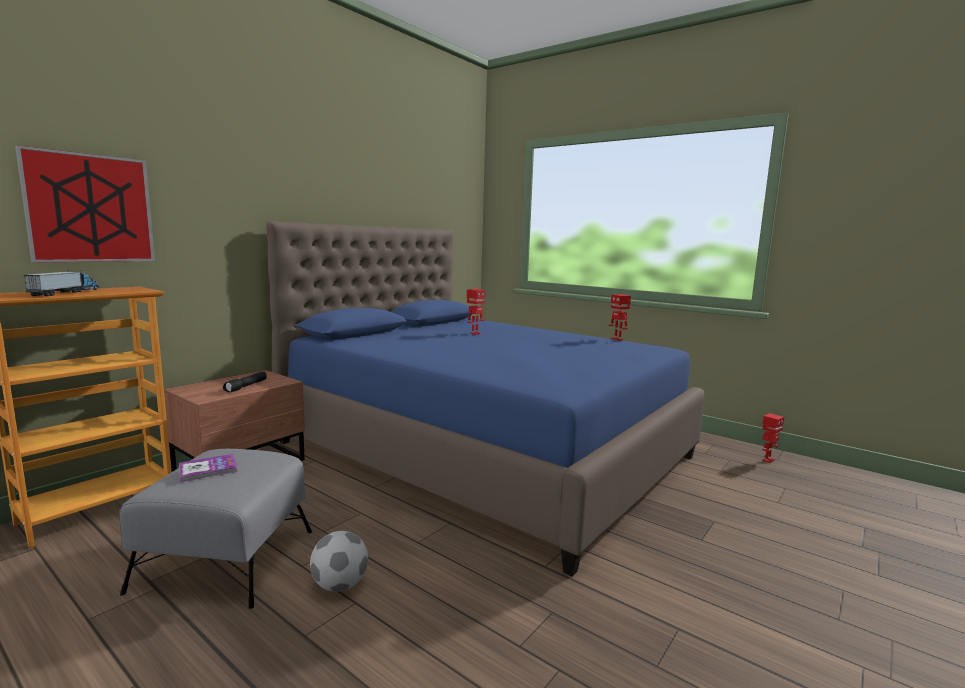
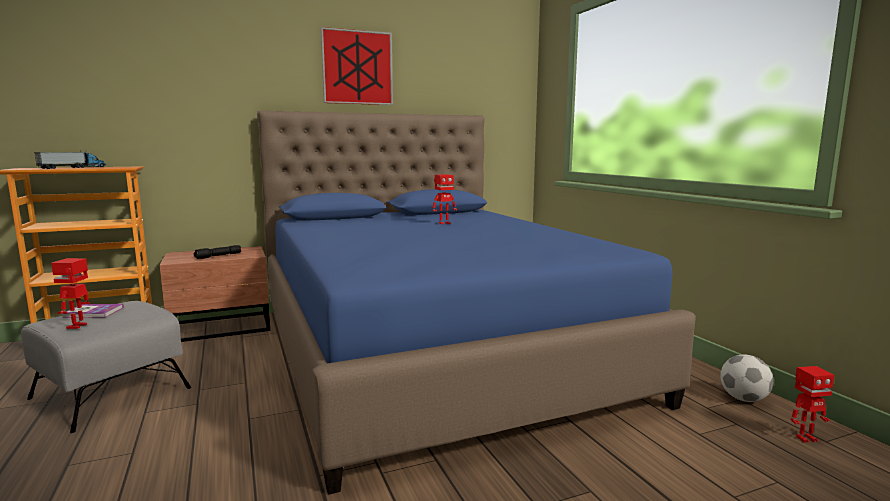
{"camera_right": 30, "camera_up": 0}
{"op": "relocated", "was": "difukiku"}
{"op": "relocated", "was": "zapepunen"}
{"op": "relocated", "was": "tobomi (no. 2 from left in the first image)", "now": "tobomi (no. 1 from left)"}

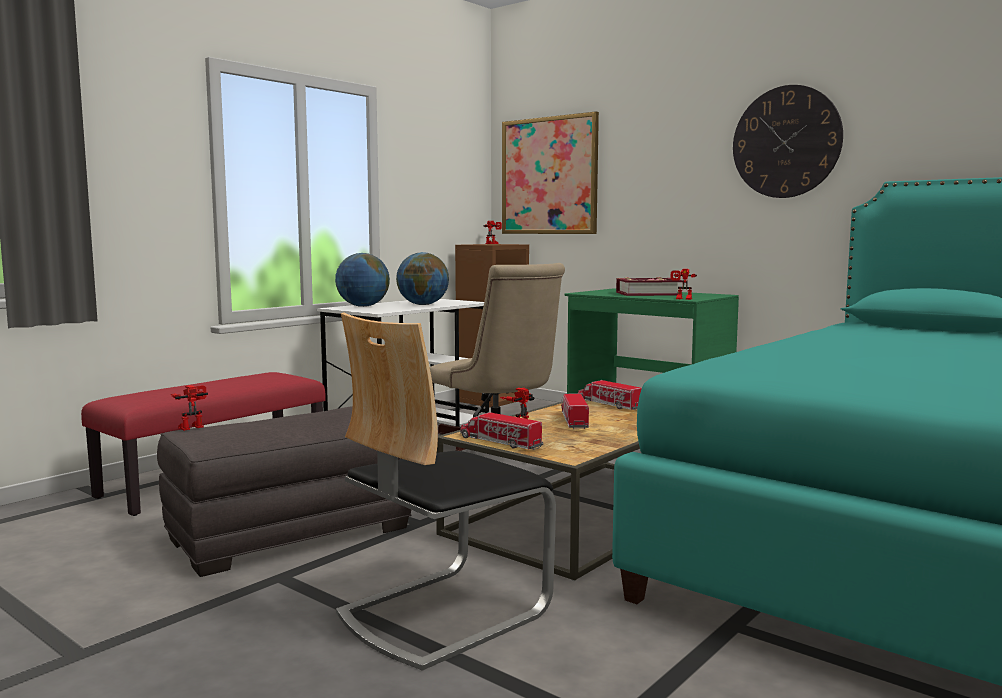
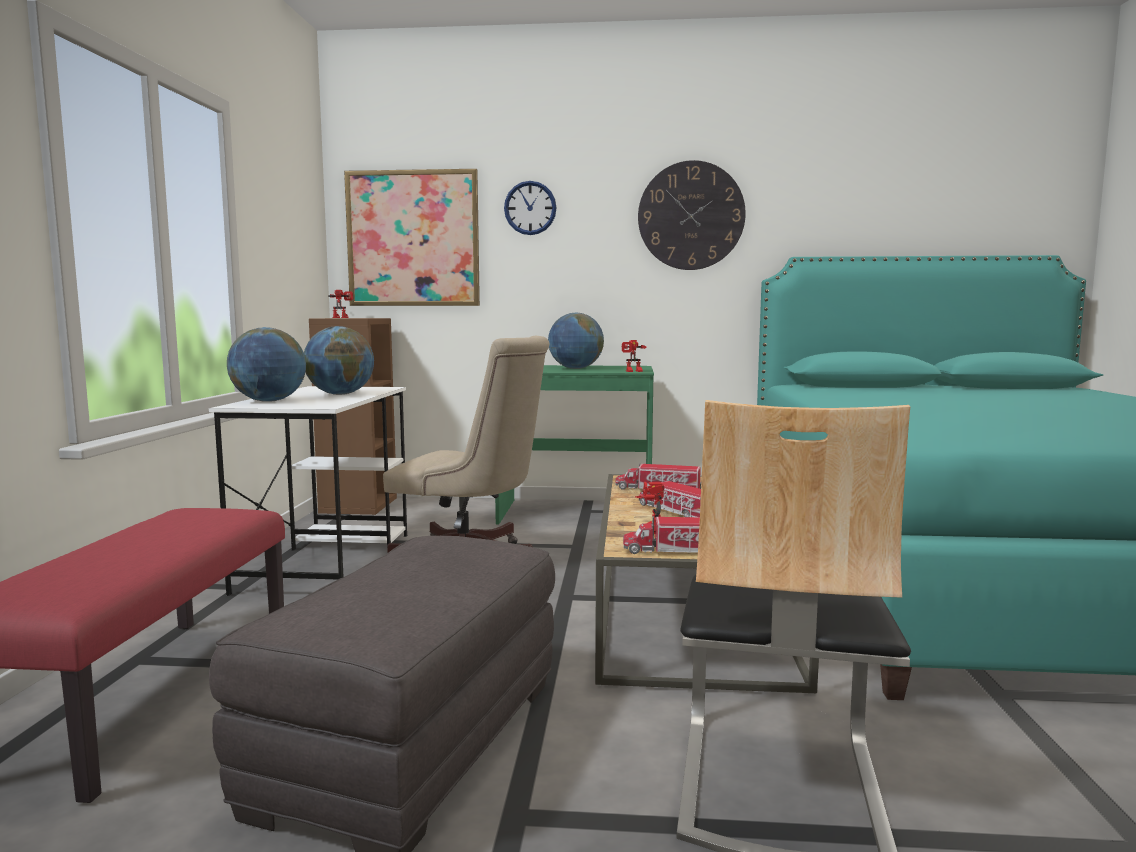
{"camera_right": -35, "camera_up": 0}
{"op": "missing", "was": "tobomi (no. 1 from left)"}
{"op": "exchanged", "was": "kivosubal", "now": "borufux (no. 3 from left)"}
{"op": "appeared", "now": "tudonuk (no. 1 from left)"}

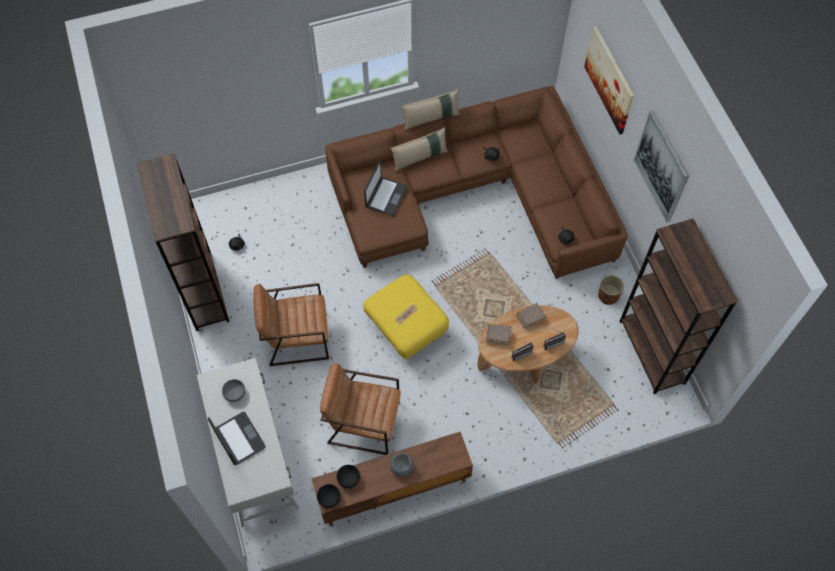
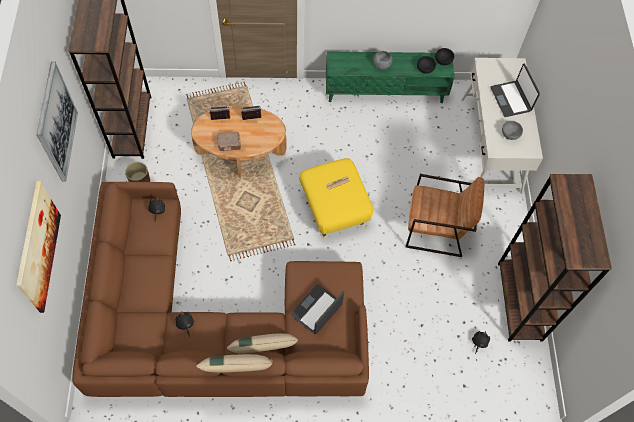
{"camera_right": -165, "camera_up": 0}
{"op": "colour", "was": "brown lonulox", "now": "green lonulox"}
{"op": "missing", "was": "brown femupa (no. 2 from left)"}
{"op": "missing", "was": "brown kivosubal (no. 1 from left)"}

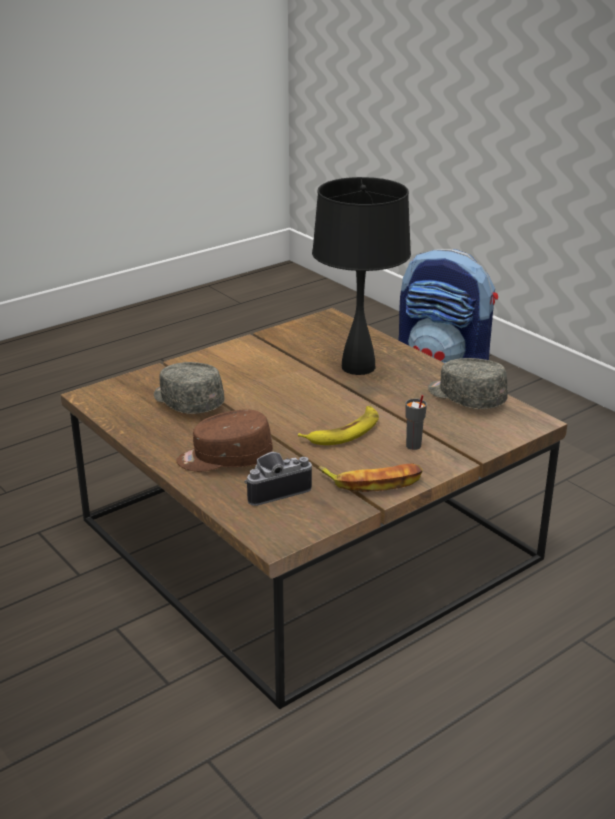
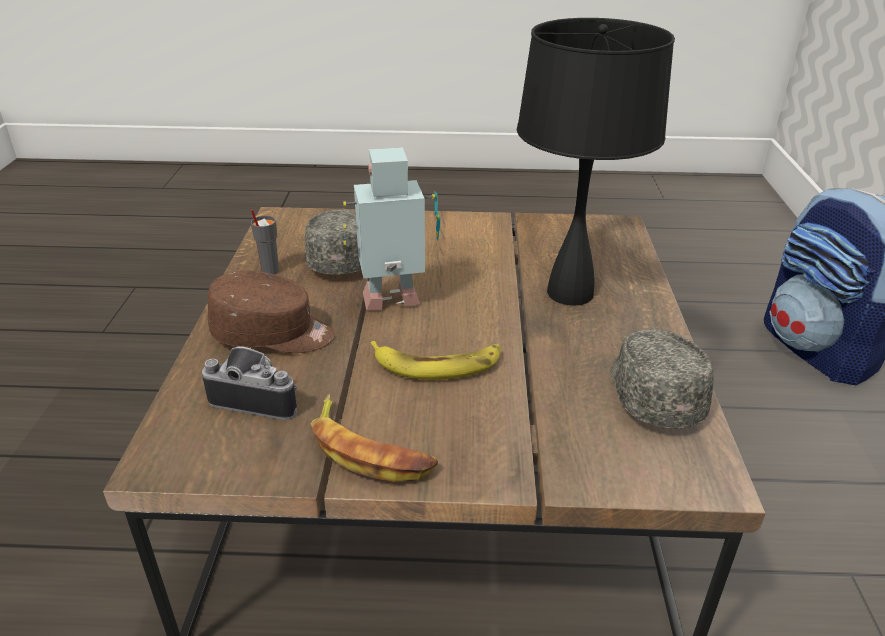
{"camera_right": 40, "camera_up": 5}
{"op": "spun", "was": "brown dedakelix", "clockwise": 150}
{"op": "relocated", "was": "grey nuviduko"}
{"op": "appeared", "now": "tobomi"}

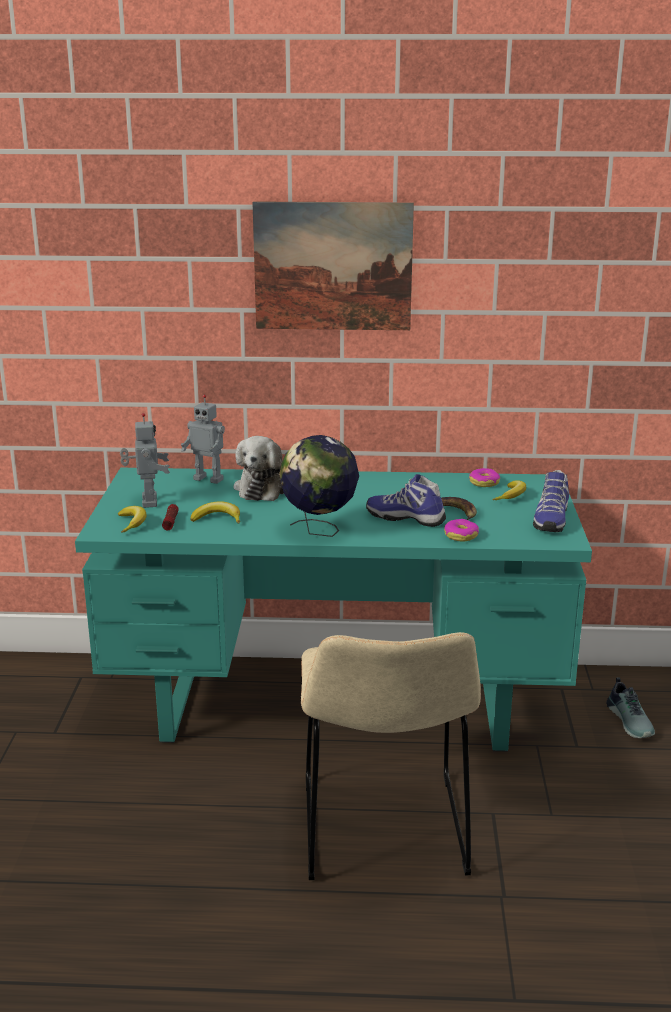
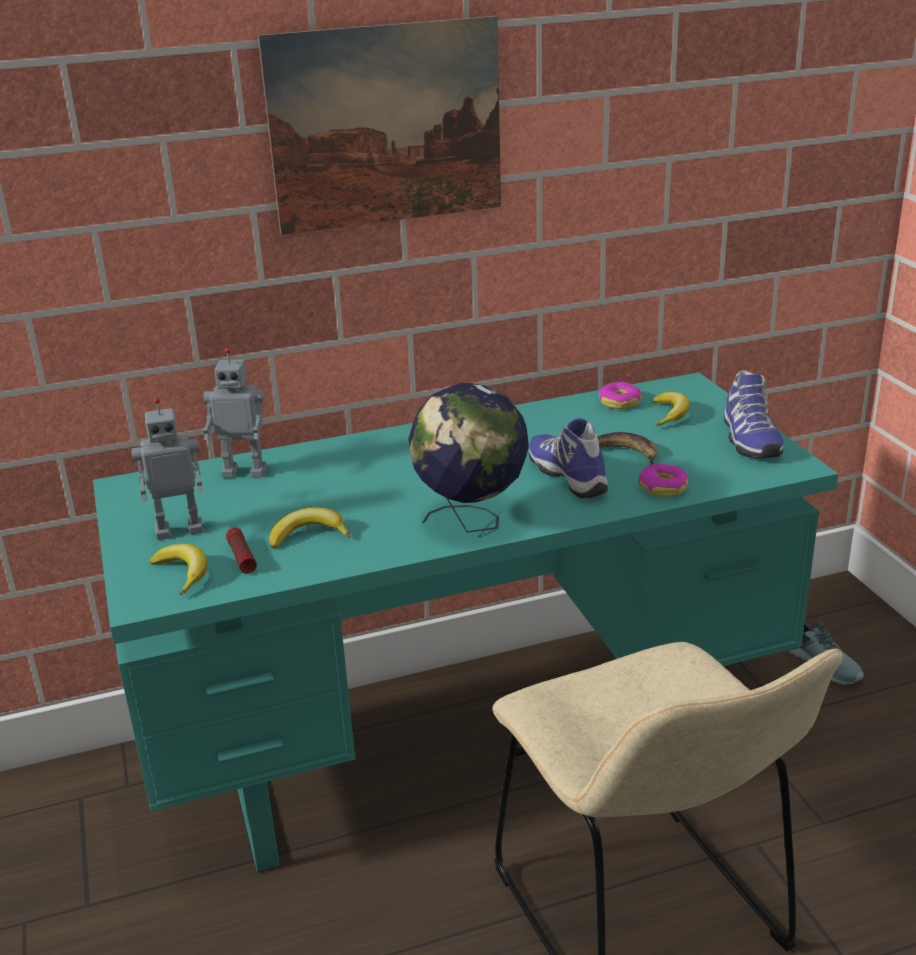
{"camera_right": -20, "camera_up": 5}
{"op": "spun", "was": "tobomi (no. 1 from left)", "clockwise": 105}
{"op": "missing", "was": "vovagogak"}
{"op": "spun", "was": "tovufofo (no. 1 from left)", "clockwise": 60}

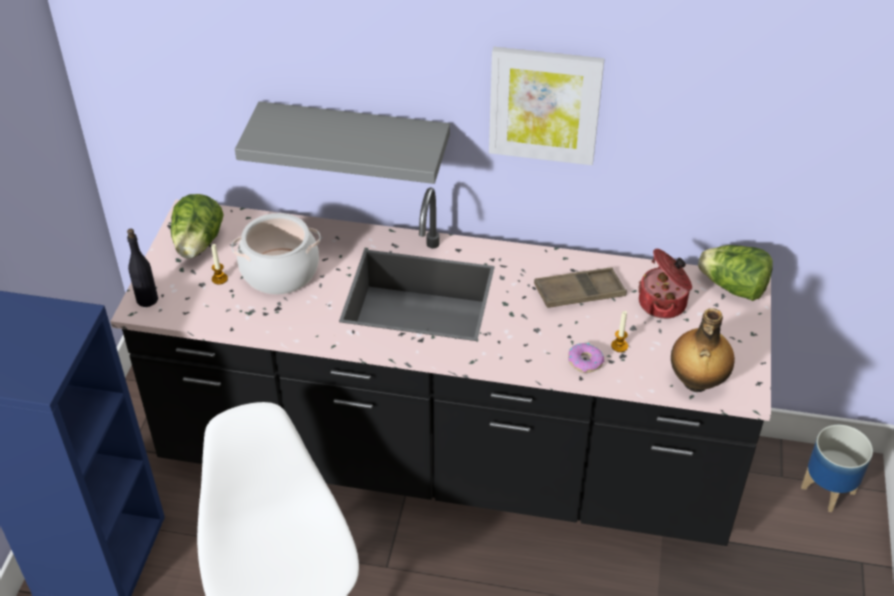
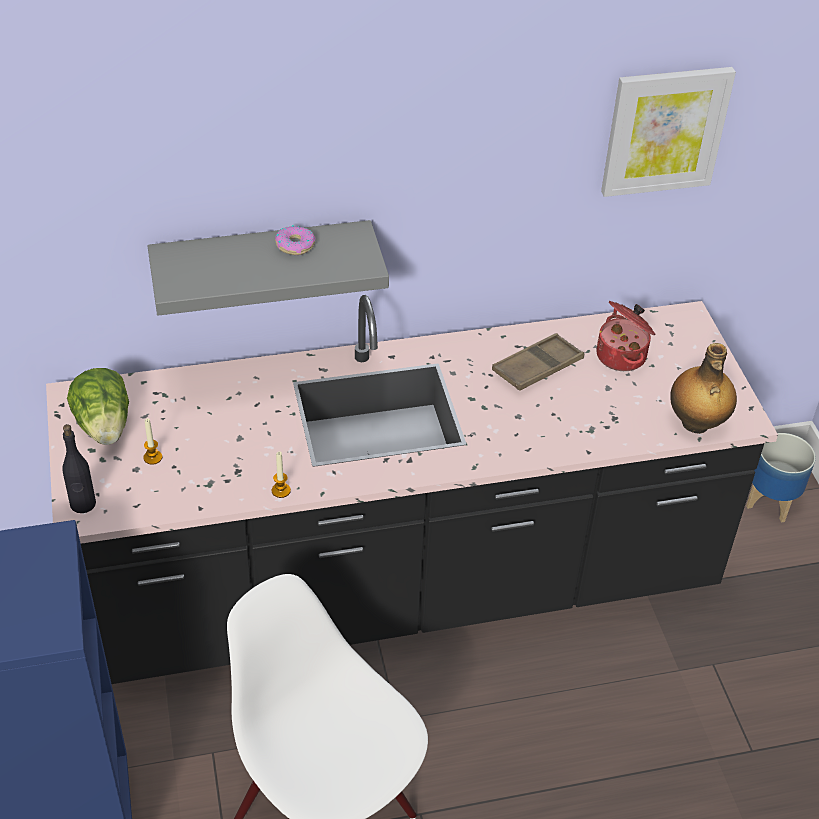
{"camera_right": -25, "camera_up": 0}
{"op": "missing", "was": "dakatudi (no. 1 from left)"}
{"op": "relocated", "was": "difukiku"}
{"op": "relocated", "was": "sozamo"}
{"op": "relocated", "was": "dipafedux (no. 2 from left)"}
{"op": "missing", "was": "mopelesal (no. 2 from left)"}

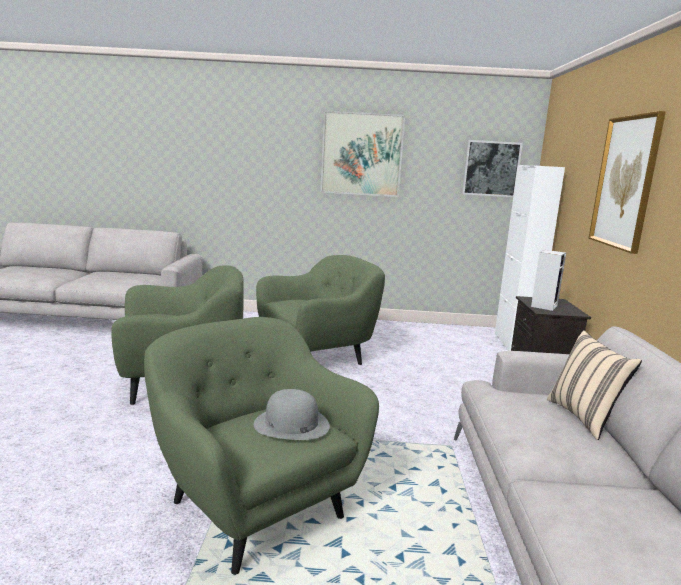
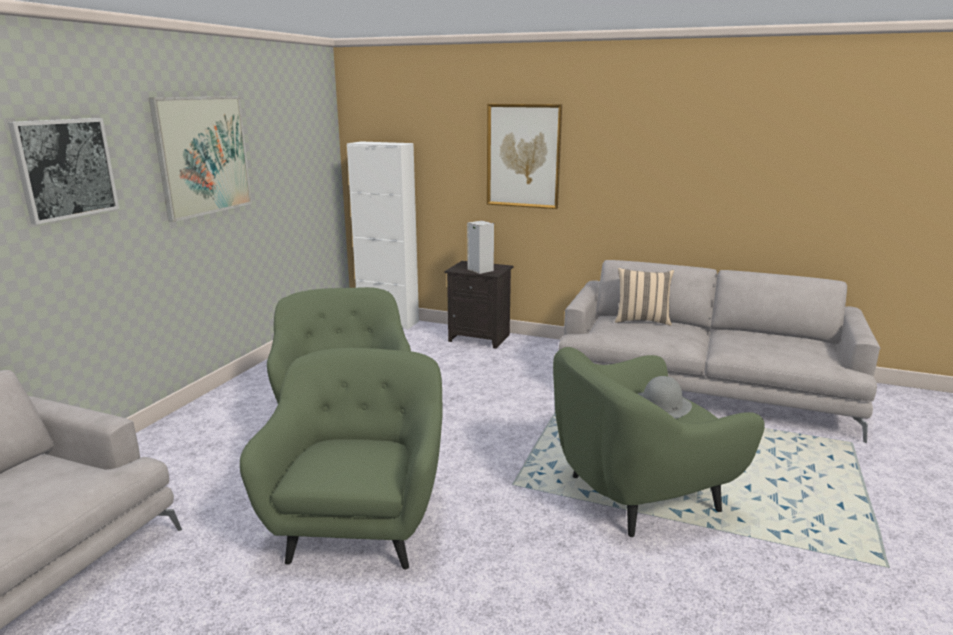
{"camera_right": -70, "camera_up": 5}
{"op": "relocated", "was": "difukiku (no. 2 from left in the first image)", "now": "difukiku (no. 1 from left)"}

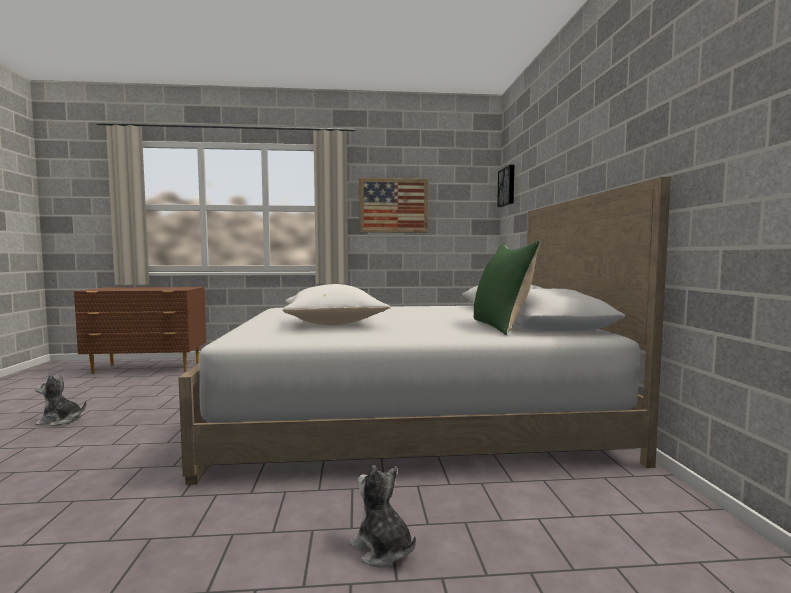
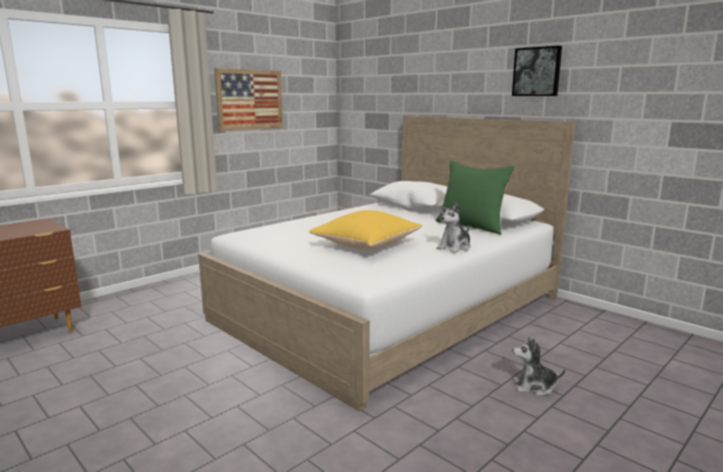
{"camera_right": -40, "camera_up": 10}
{"op": "relocated", "was": "vovagogak (no. 1 from left)"}
{"op": "colour", "was": "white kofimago", "now": "yellow kofimago"}
{"op": "relocated", "was": "difukiku (no. 2 from left)"}

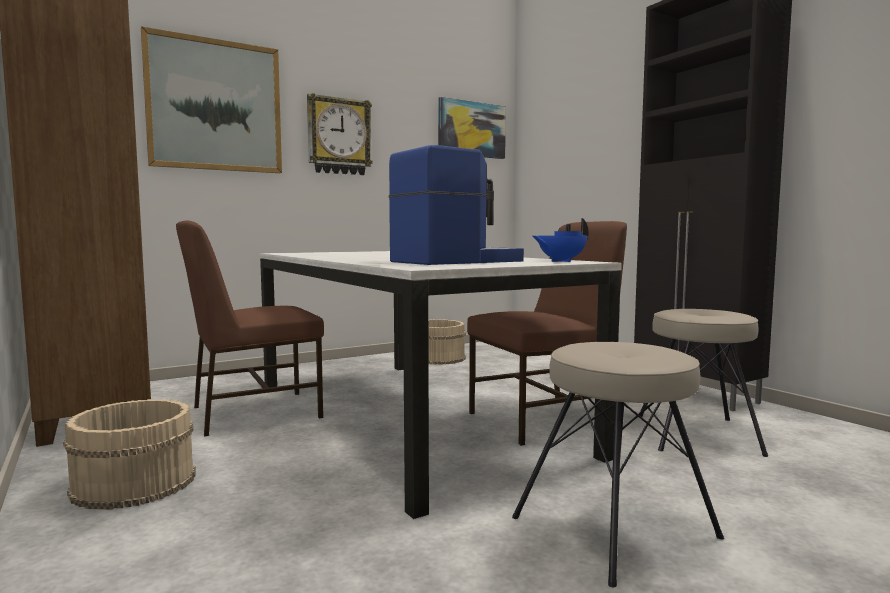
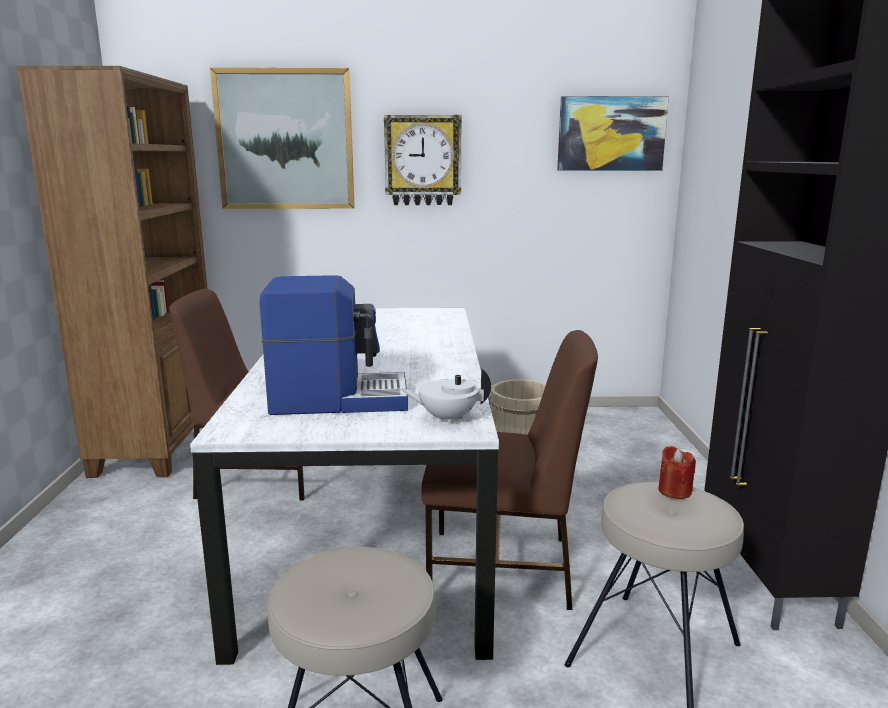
{"camera_right": 30, "camera_up": 10}
{"op": "missing", "was": "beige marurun (no. 1 from left)"}
{"op": "colour", "was": "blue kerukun", "now": "white kerukun"}
{"op": "appeared", "now": "red dipafedux"}

